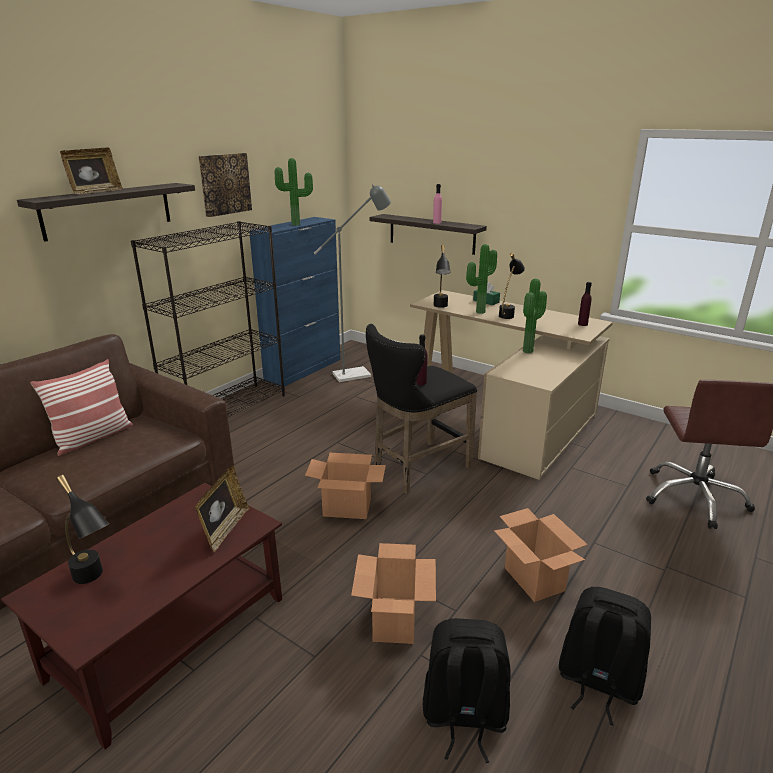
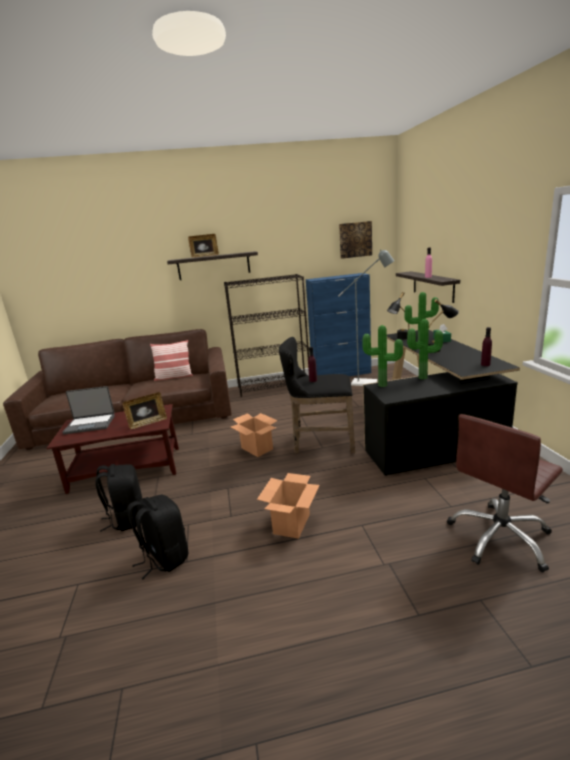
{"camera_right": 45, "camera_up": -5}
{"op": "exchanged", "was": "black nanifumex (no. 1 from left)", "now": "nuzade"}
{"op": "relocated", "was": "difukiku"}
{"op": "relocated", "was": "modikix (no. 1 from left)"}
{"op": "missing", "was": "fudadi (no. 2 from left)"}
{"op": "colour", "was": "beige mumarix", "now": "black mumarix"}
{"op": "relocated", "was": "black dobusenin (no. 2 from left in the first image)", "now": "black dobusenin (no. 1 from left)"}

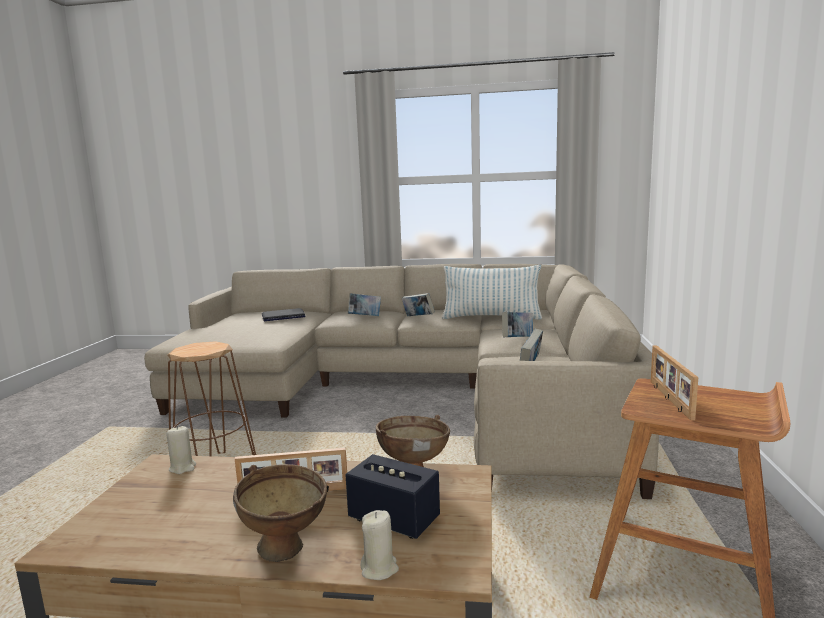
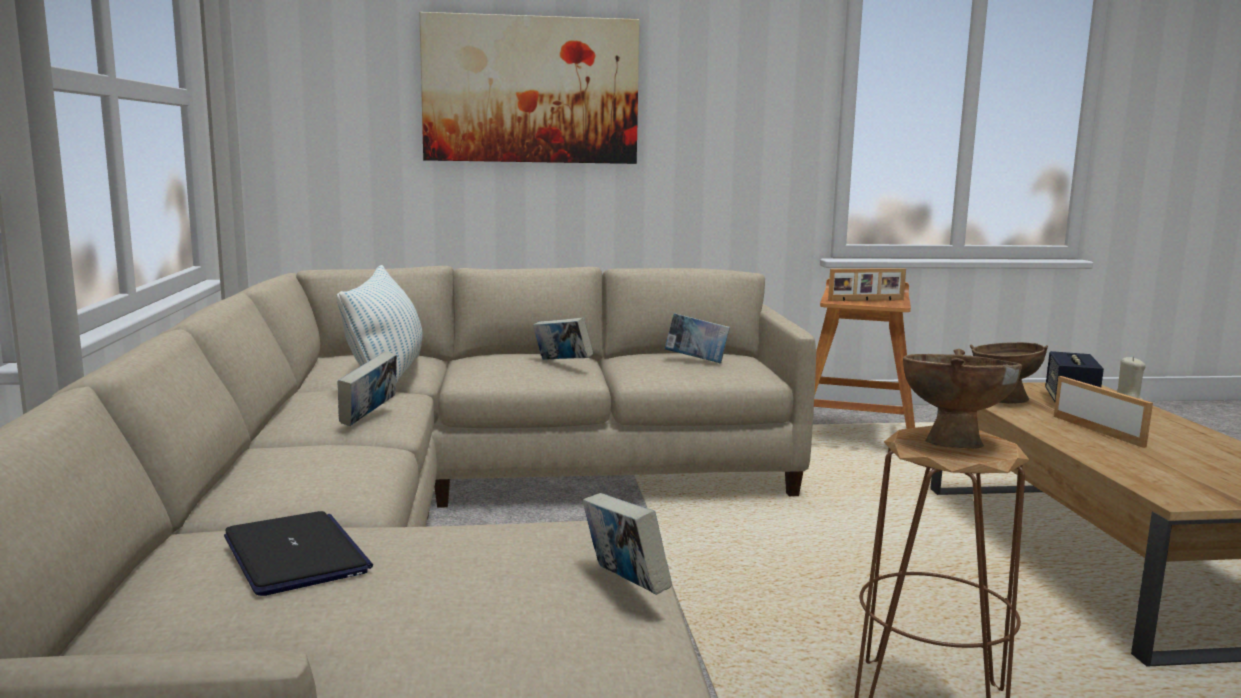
{"camera_right": -105, "camera_up": 0}
{"op": "missing", "was": "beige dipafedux (no. 1 from left)"}
{"op": "relocated", "was": "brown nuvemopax (no. 1 from left)"}
{"op": "relocated", "was": "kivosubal (no. 1 from left in the first image)", "now": "kivosubal (no. 3 from left)"}
{"op": "appeared", "now": "difukiku"}

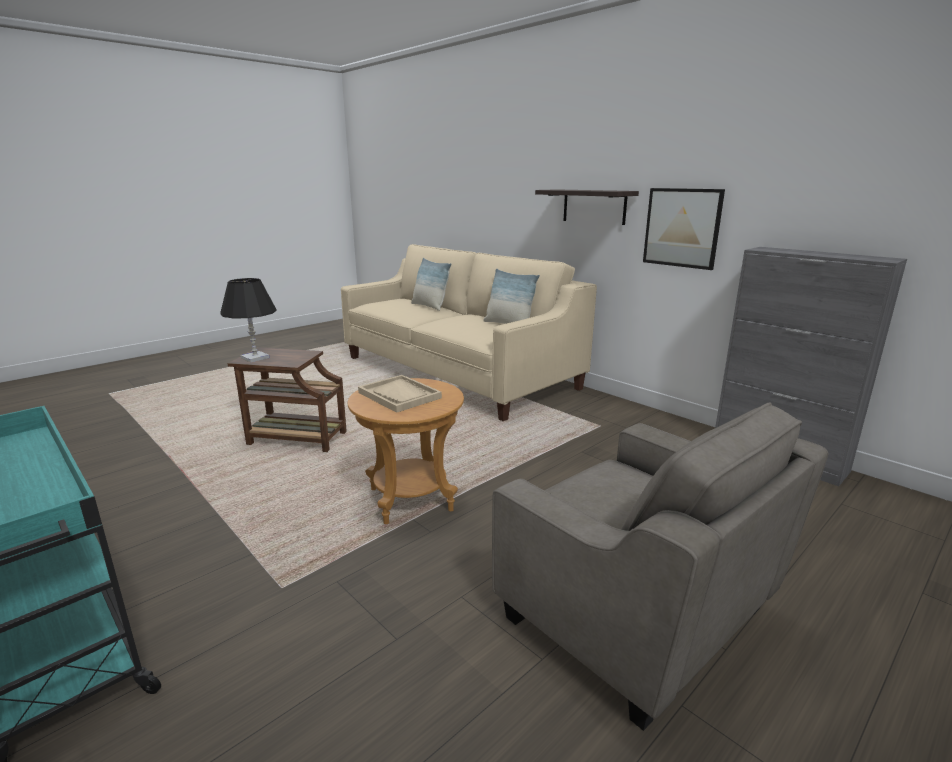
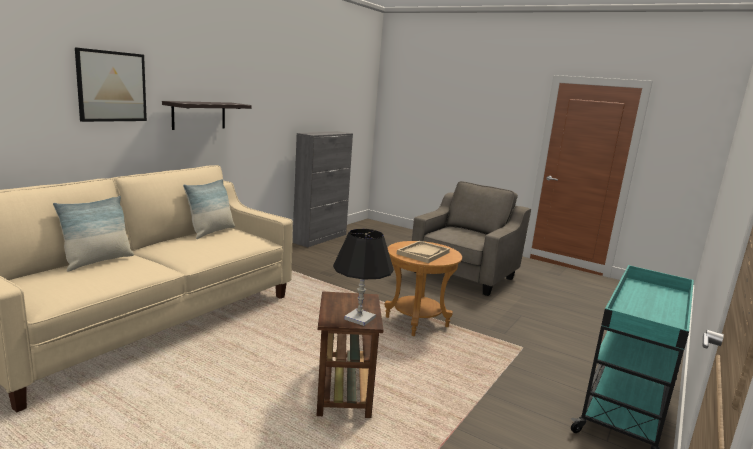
{"camera_right": -105, "camera_up": -5}
{"op": "relocated", "was": "difukiku"}

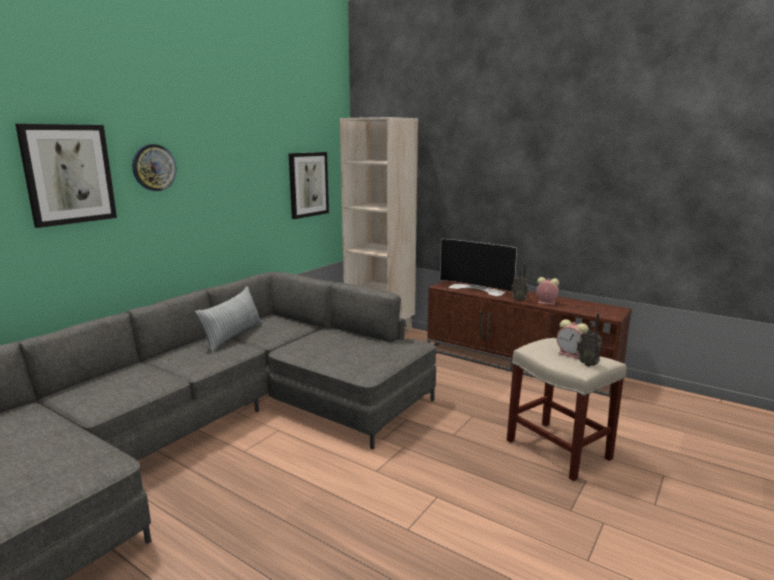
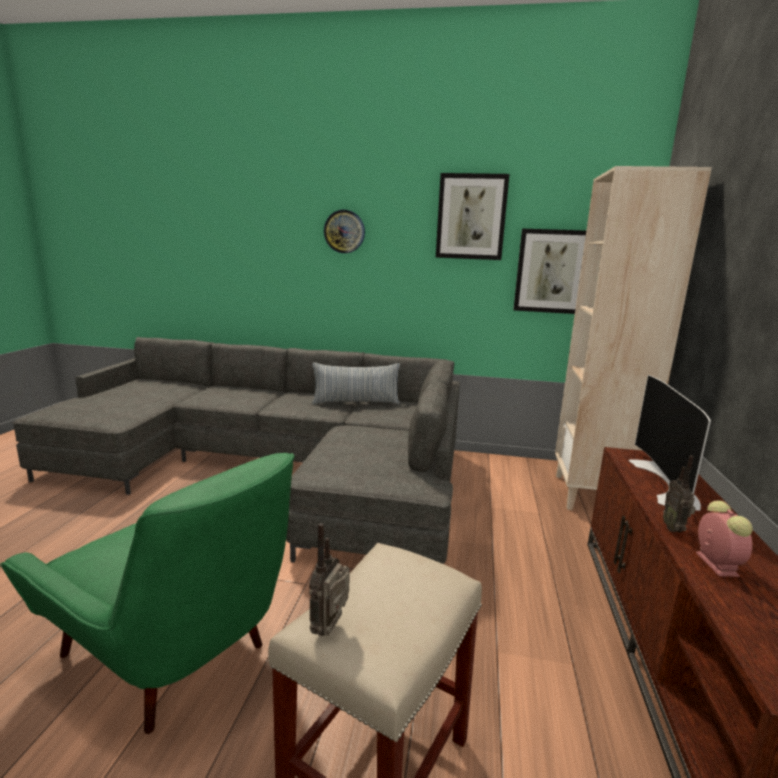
{"camera_right": 65, "camera_up": 0}
{"op": "relocated", "was": "difukiku (no. 1 from left)"}
{"op": "missing", "was": "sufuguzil (no. 2 from left)"}
{"op": "appeared", "now": "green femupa"}

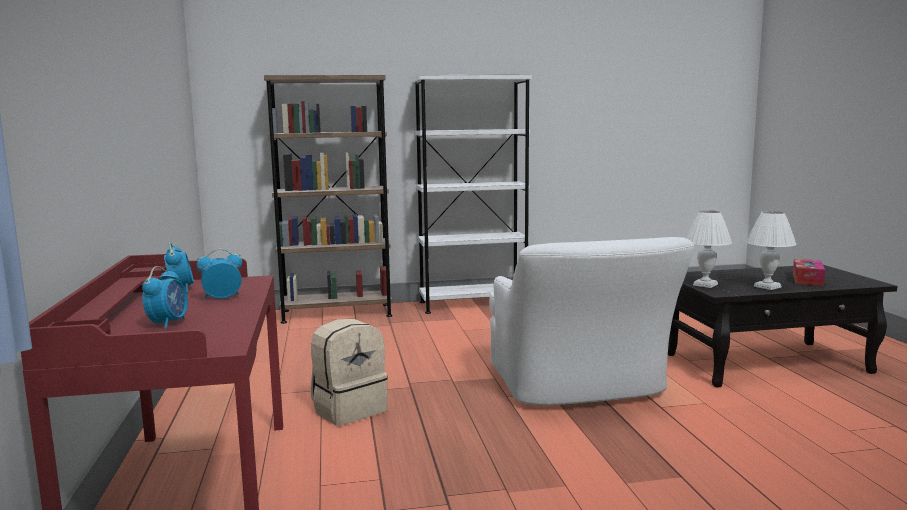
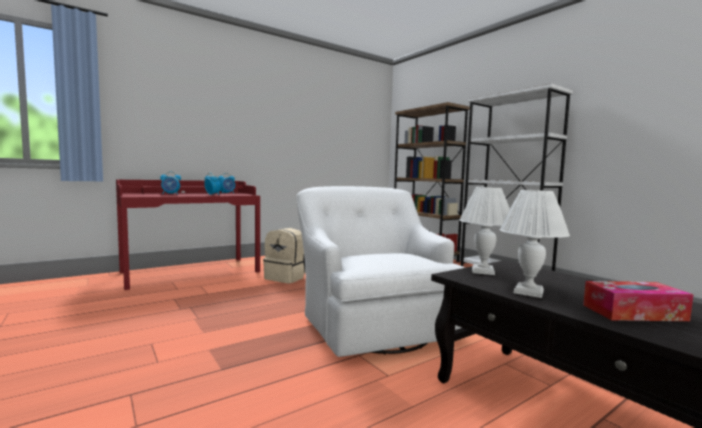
{"camera_right": 65, "camera_up": -5}
{"op": "spun", "was": "white femupa", "clockwise": 105}

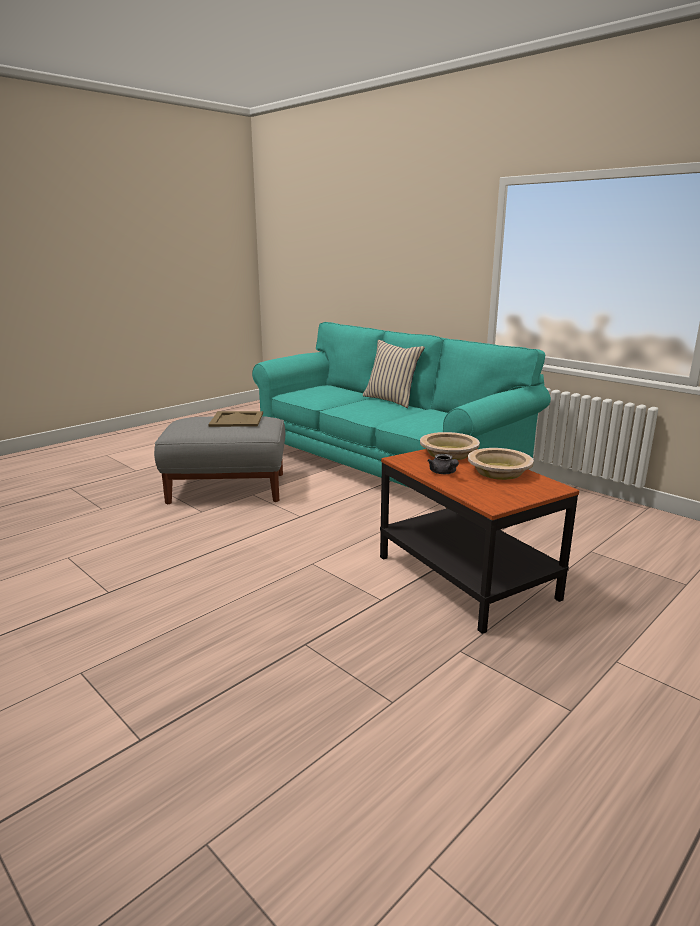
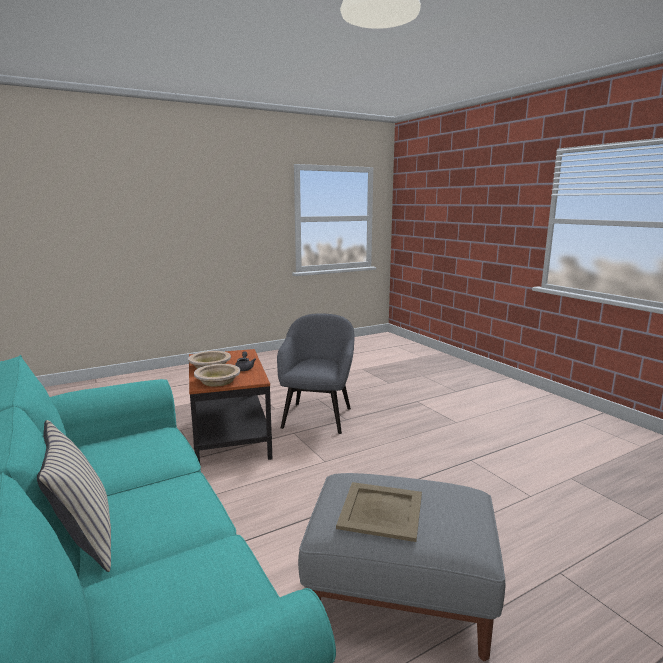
{"camera_right": -165, "camera_up": -5}
{"op": "appeared", "now": "grey femupa"}

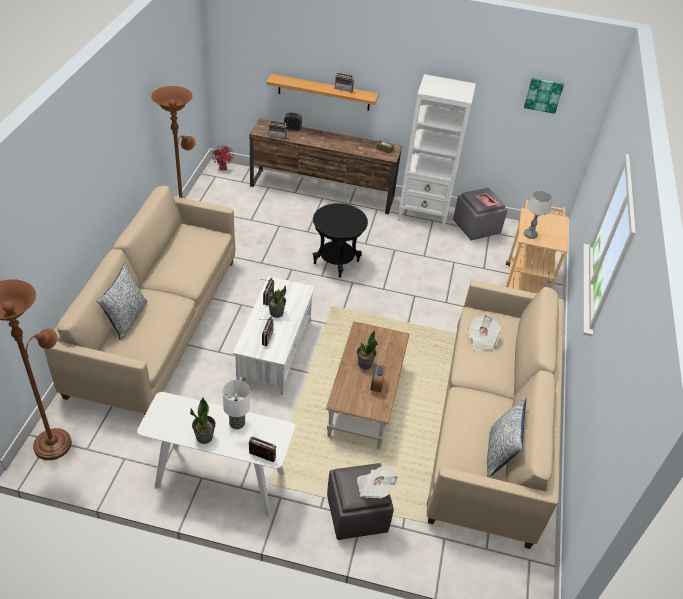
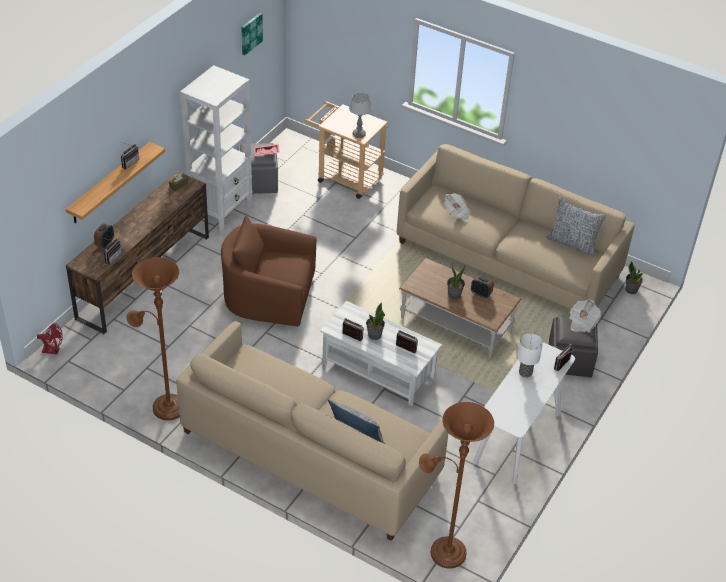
{"camera_right": -70, "camera_up": 0}
{"op": "relocated", "was": "modikix (no. 1 from left in the first image)", "now": "modikix (no. 3 from left)"}
{"op": "exchanged", "was": "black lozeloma", "now": "brown femupa"}

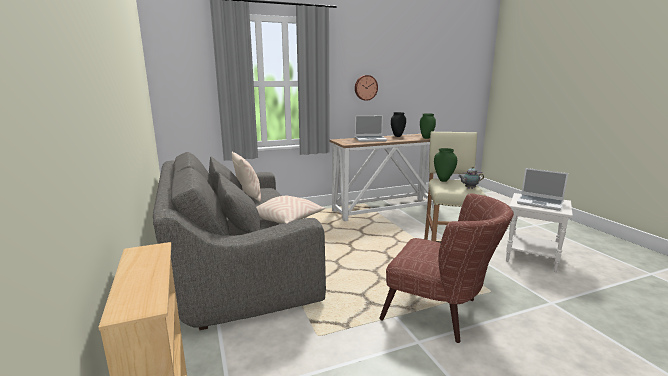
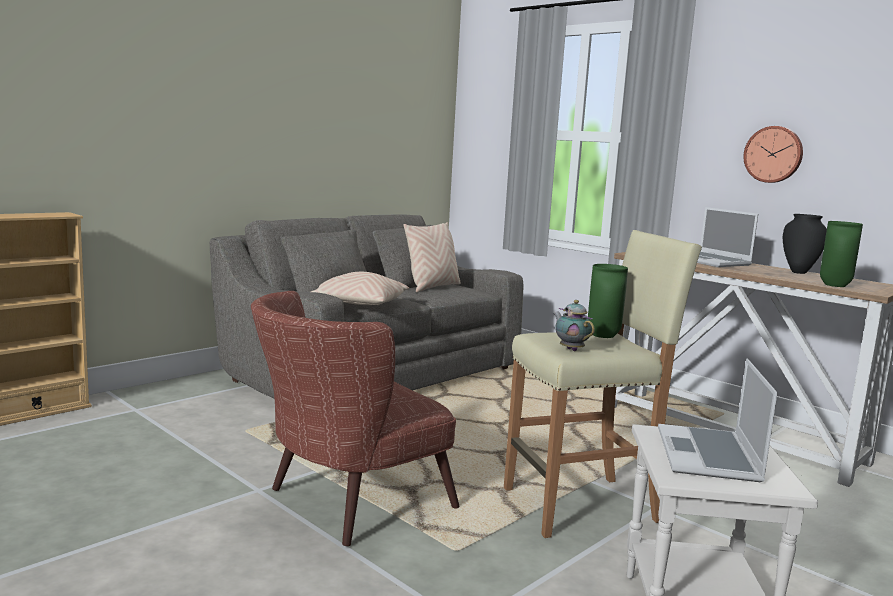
{"camera_right": 65, "camera_up": -5}
{"op": "spun", "was": "brown femupa", "clockwise": 45}

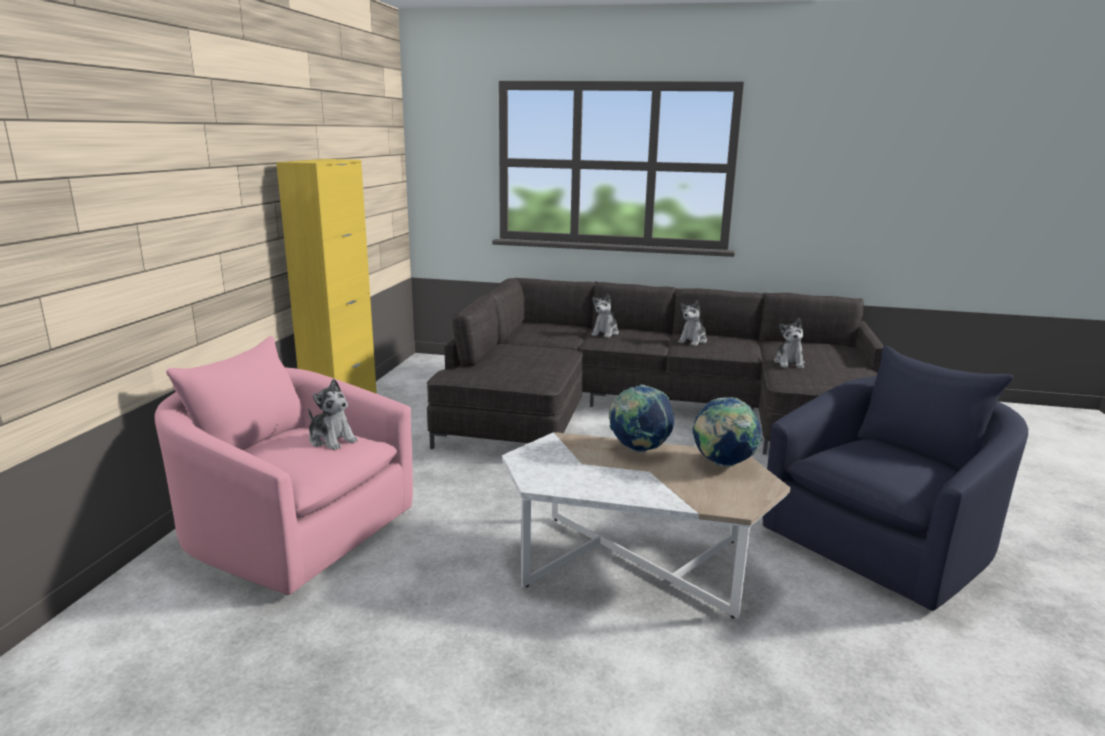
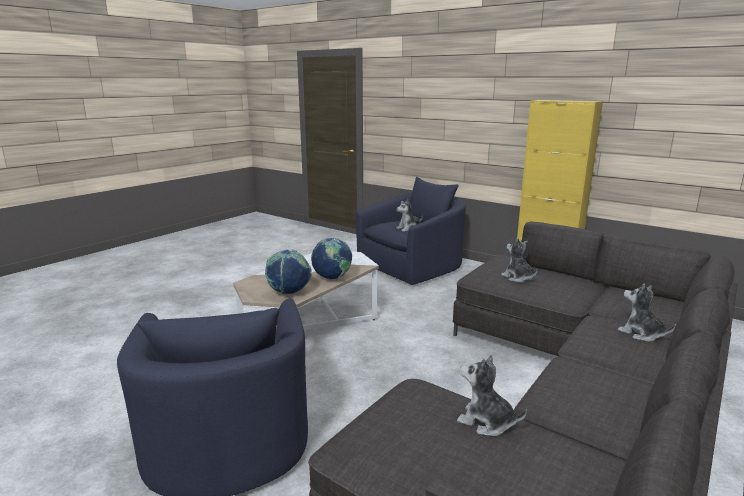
{"camera_right": 115, "camera_up": 0}
{"op": "colour", "was": "pink femupa", "now": "blue femupa (no. 2 from left)"}
{"op": "relocated", "was": "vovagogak (no. 3 from left)"}

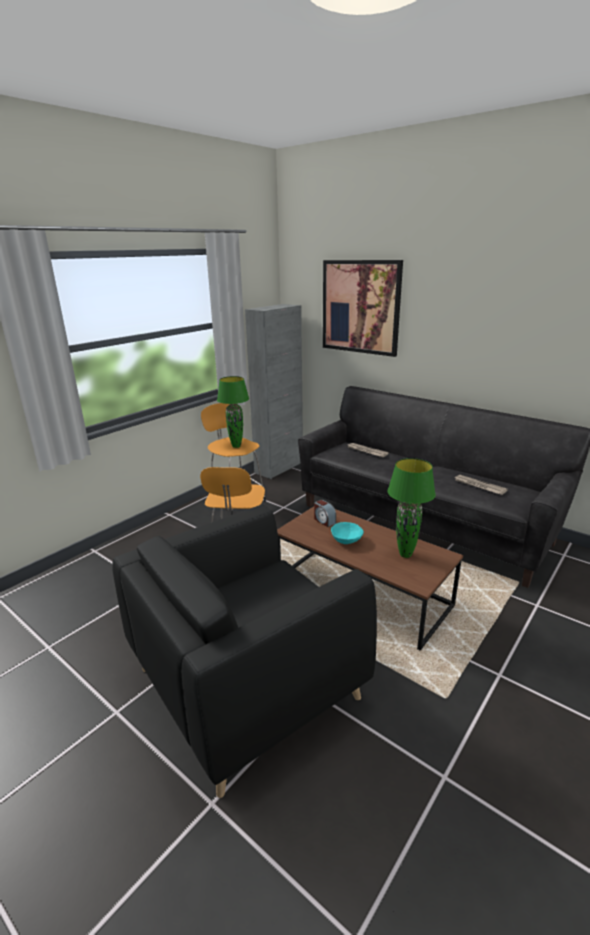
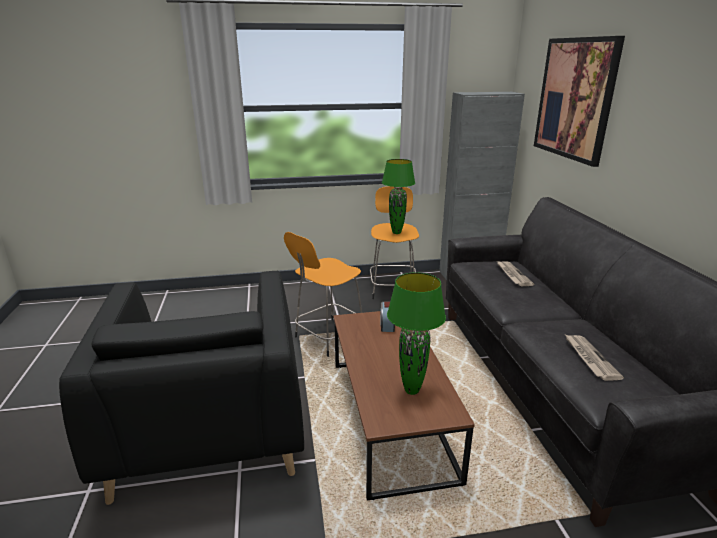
{"camera_right": 40, "camera_up": 0}
{"op": "spun", "was": "black femupa", "clockwise": -105}
{"op": "missing", "was": "turquoise nuvemopax"}

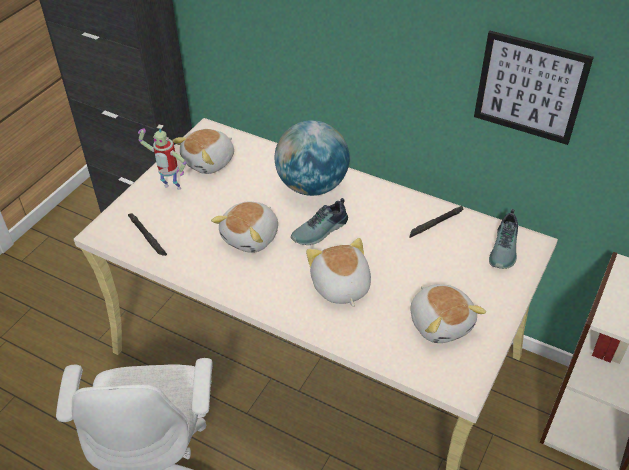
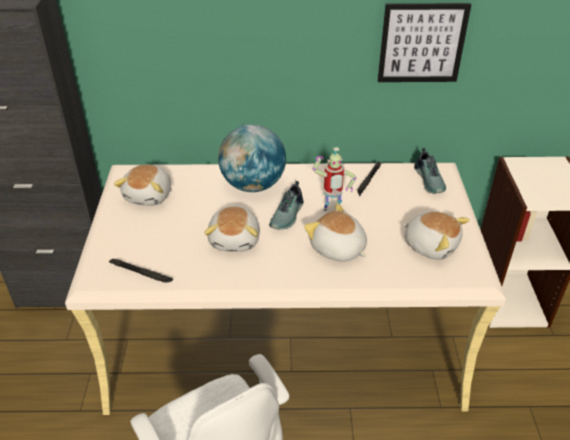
{"camera_right": -30, "camera_up": -5}
{"op": "relocated", "was": "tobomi"}

